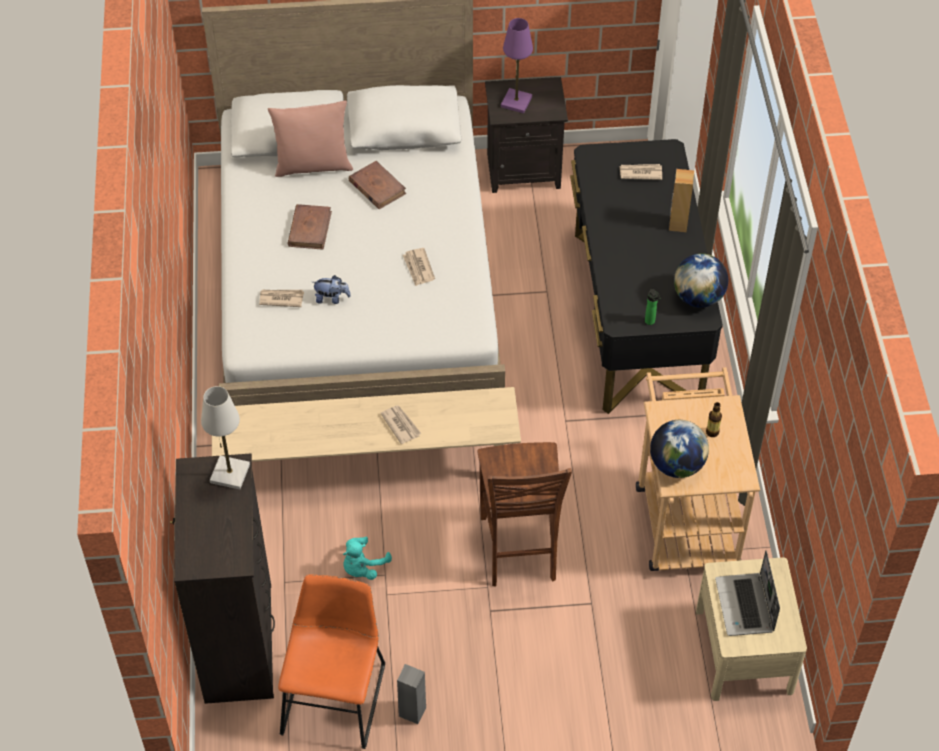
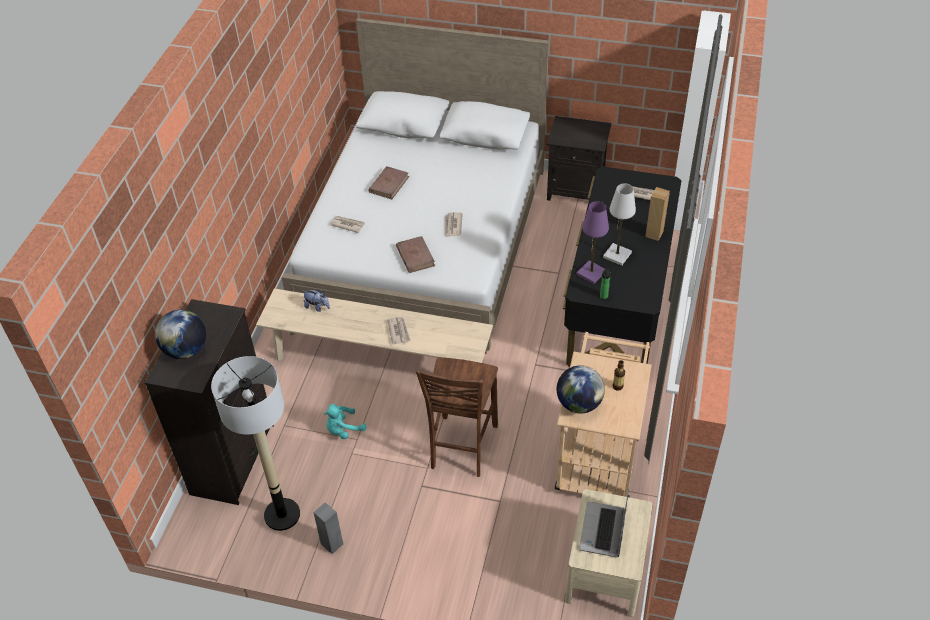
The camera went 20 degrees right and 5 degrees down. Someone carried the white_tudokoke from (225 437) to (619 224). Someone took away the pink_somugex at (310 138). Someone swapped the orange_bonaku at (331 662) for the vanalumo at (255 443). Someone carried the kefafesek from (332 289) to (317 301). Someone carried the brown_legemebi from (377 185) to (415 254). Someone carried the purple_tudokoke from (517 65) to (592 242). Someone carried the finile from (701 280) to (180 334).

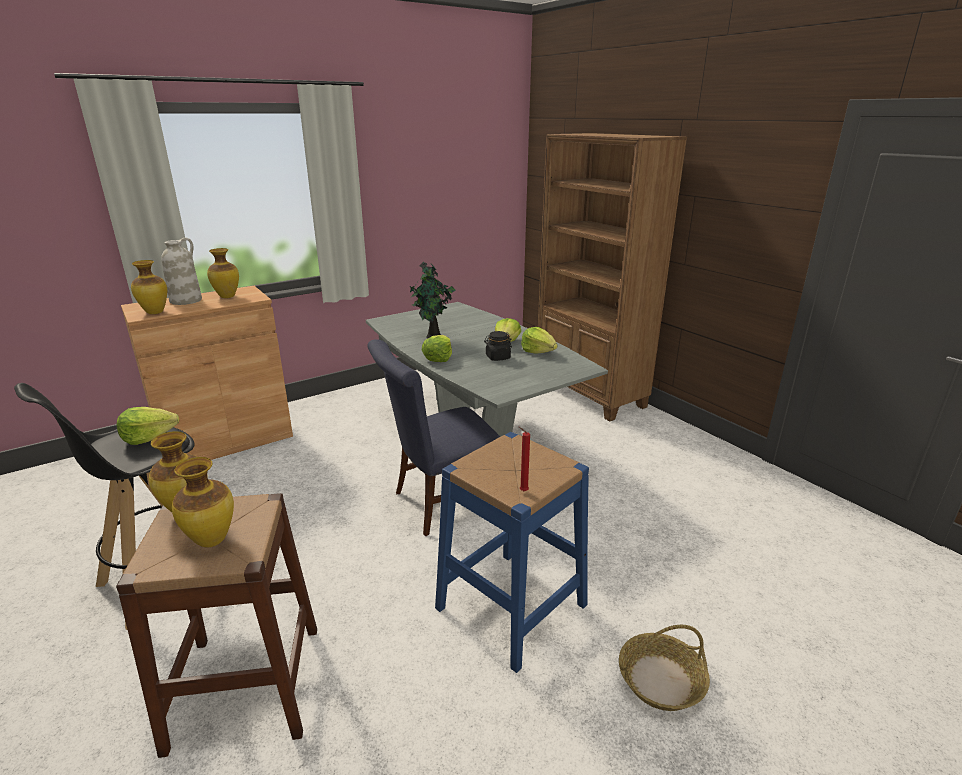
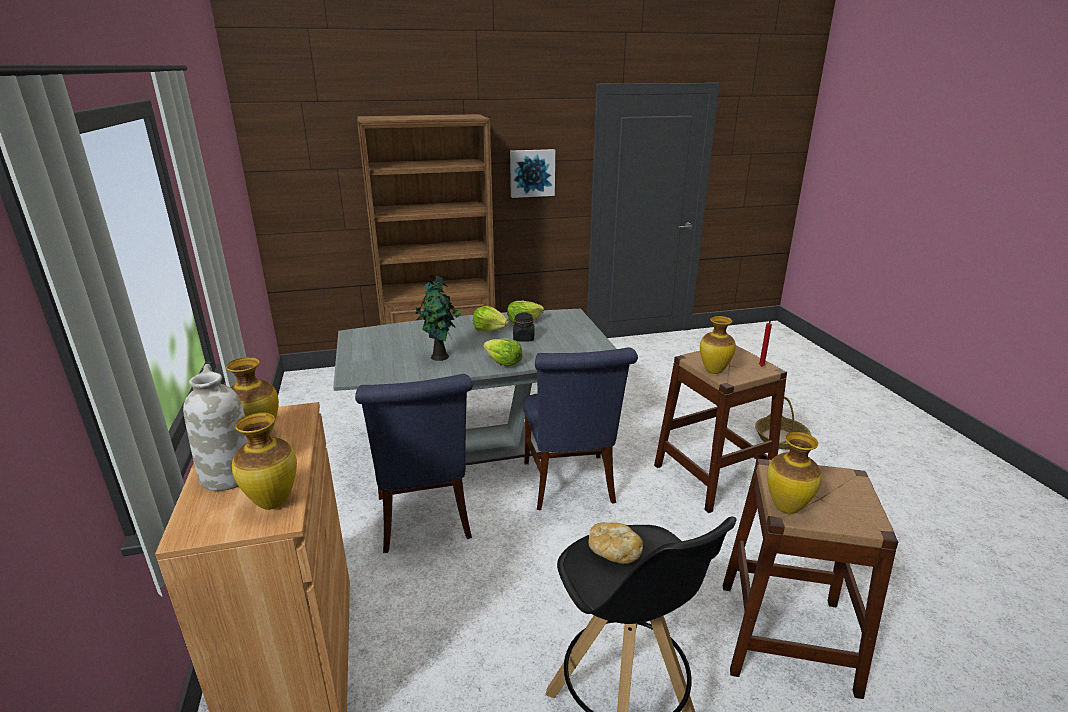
The camera went 70 degrees left and 0 degrees up. Someone swapped the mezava at (148 426) for the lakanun at (615 543). Someone carried the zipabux from (203 502) to (718 345). Someone repainted the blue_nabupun at (512 552), which became the brown_nabupun at (720 429). Someone put down the blue_bonaku at (414 463). Someone put up the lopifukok at (532 173).

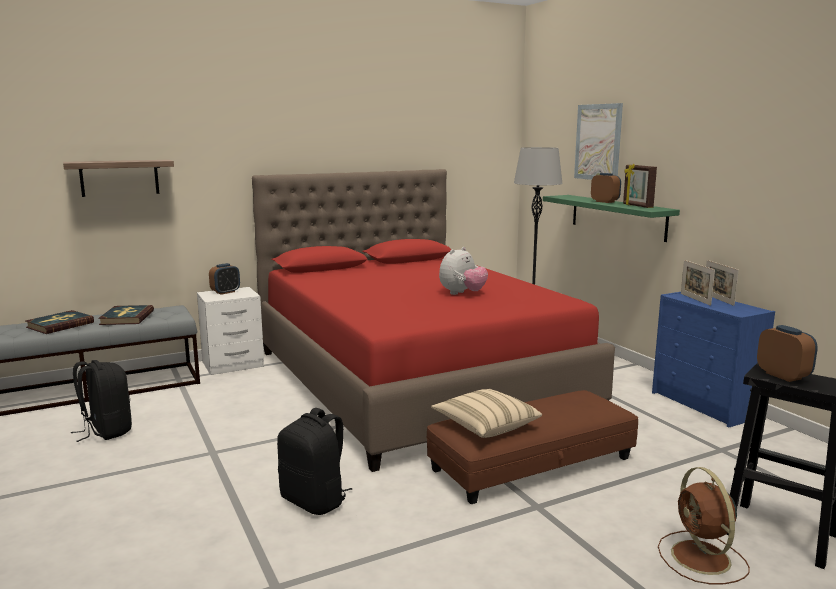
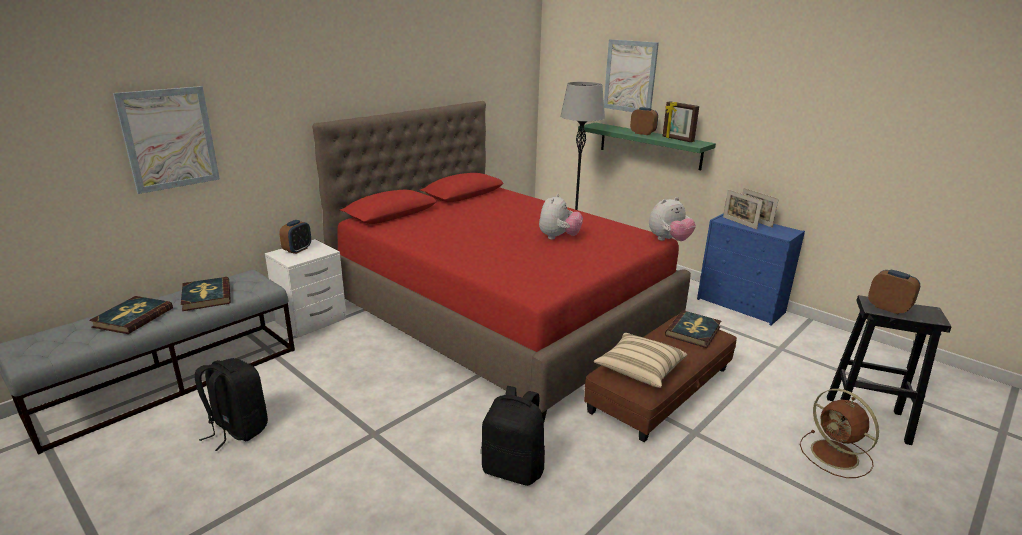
The camera went 20 degrees left and 10 degrees up. Someone swapped the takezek at (118 178) for the lopifukok at (166 140). Someone put down the kefafesek at (672 219). Someone put down the legemebi at (693 329).

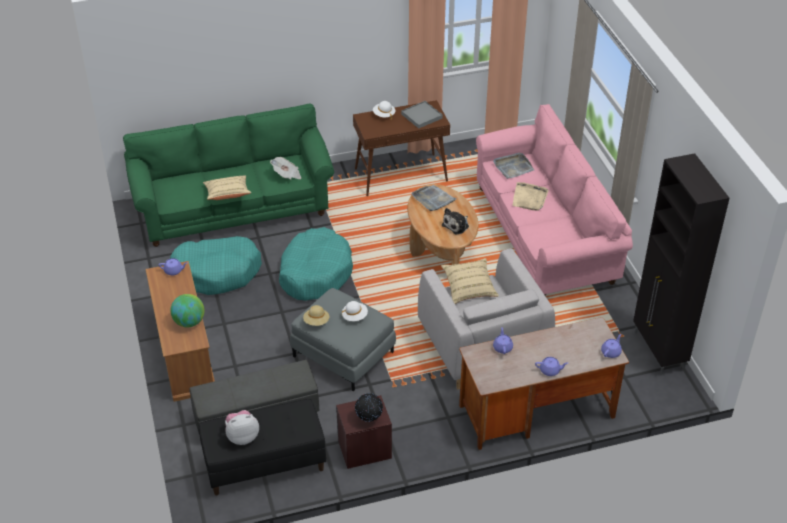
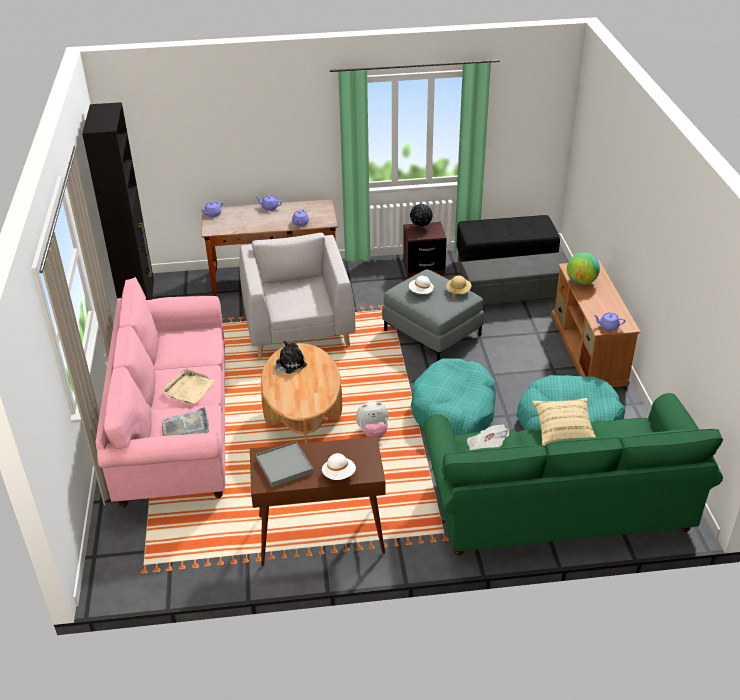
The camera went 170 degrees left and 5 degrees down. Someone carried the kefafesek from (242 427) to (372 420). Someone took away the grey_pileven at (434 198). Someone took away the beige_somugex at (470 281).

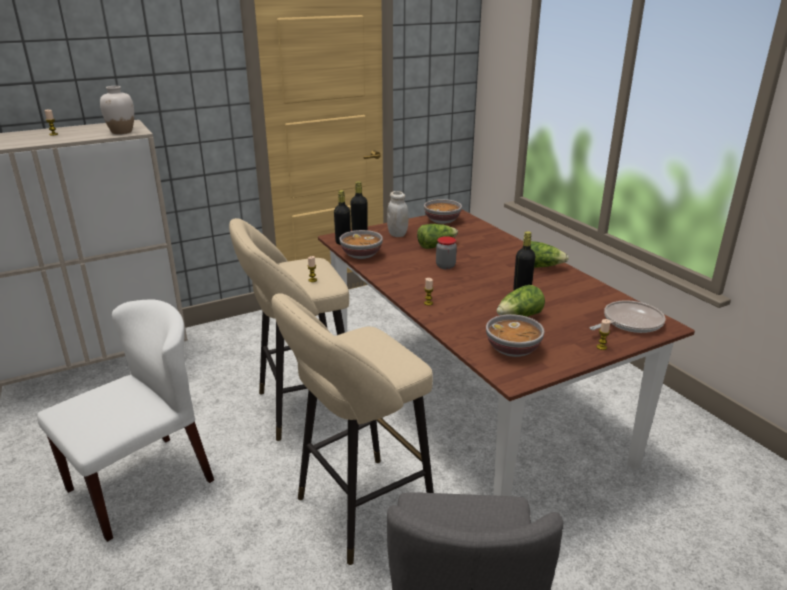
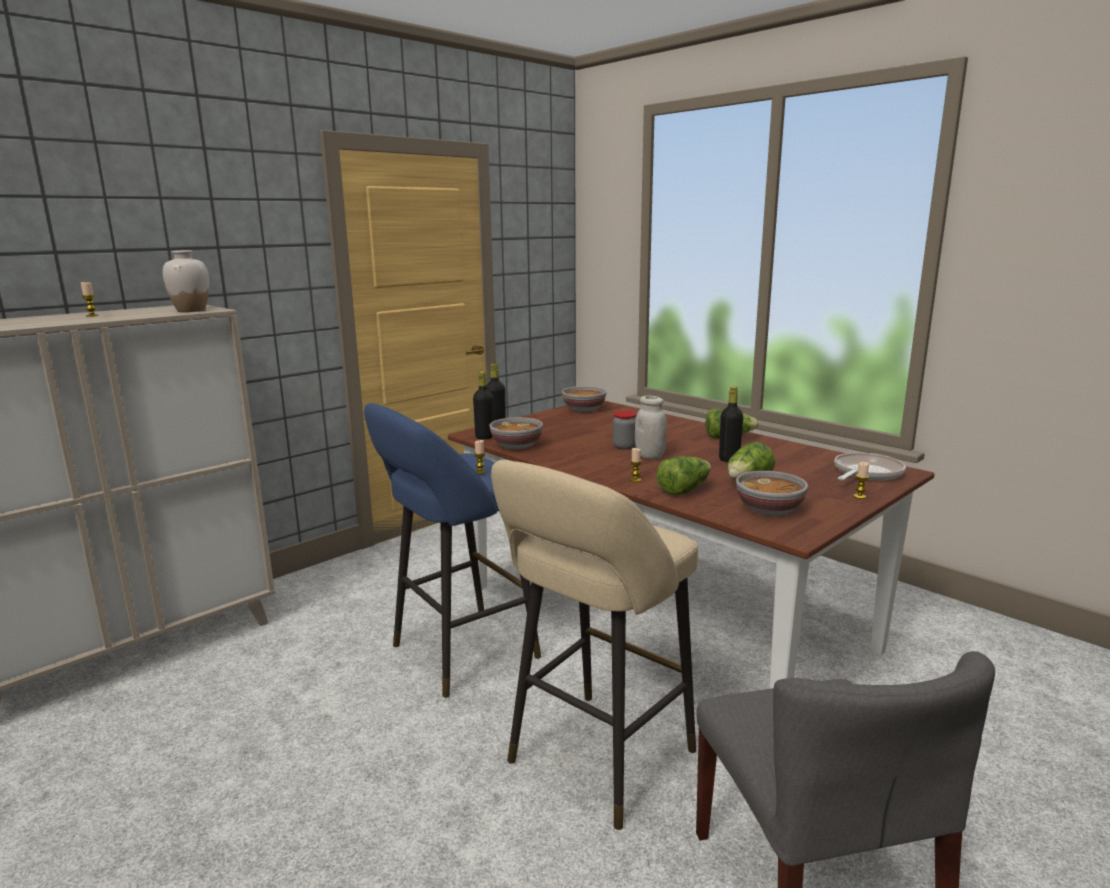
The camera went 15 degrees left and 10 degrees down. Someone took away the white_bonaku at (125 420). Someone repainted the beige_nabupun at (289 329), which became the blue_nabupun at (452 550). Someone carried the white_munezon from (398 214) to (651 427). Someone carried the mezava from (437 236) to (683 476).

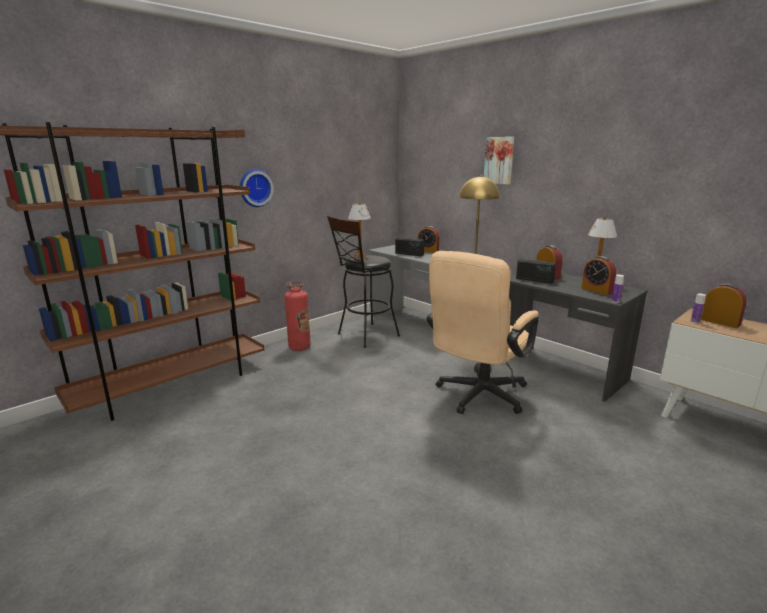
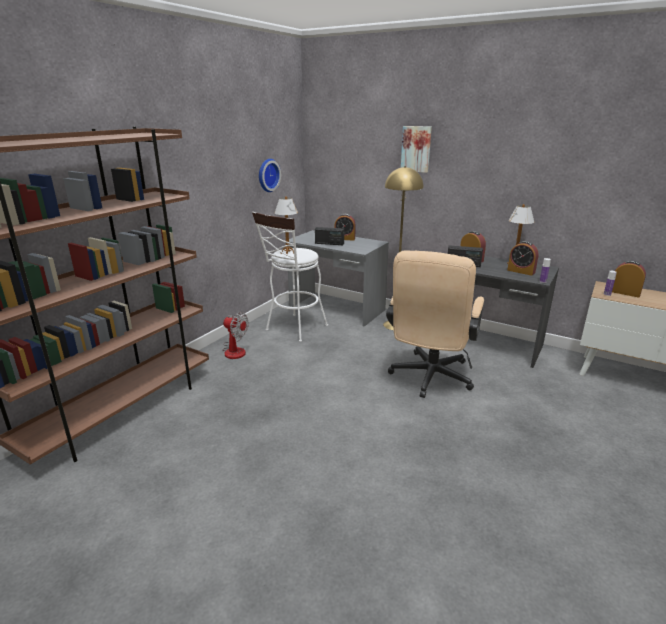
The camera went 15 degrees left and 5 degrees up. Someone carried the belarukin from (257 188) to (270 175). Someone swapped the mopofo at (297 316) for the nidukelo at (235 335). Someone repainted the black_nabupun at (363 282), which became the white_nabupun at (290 277).

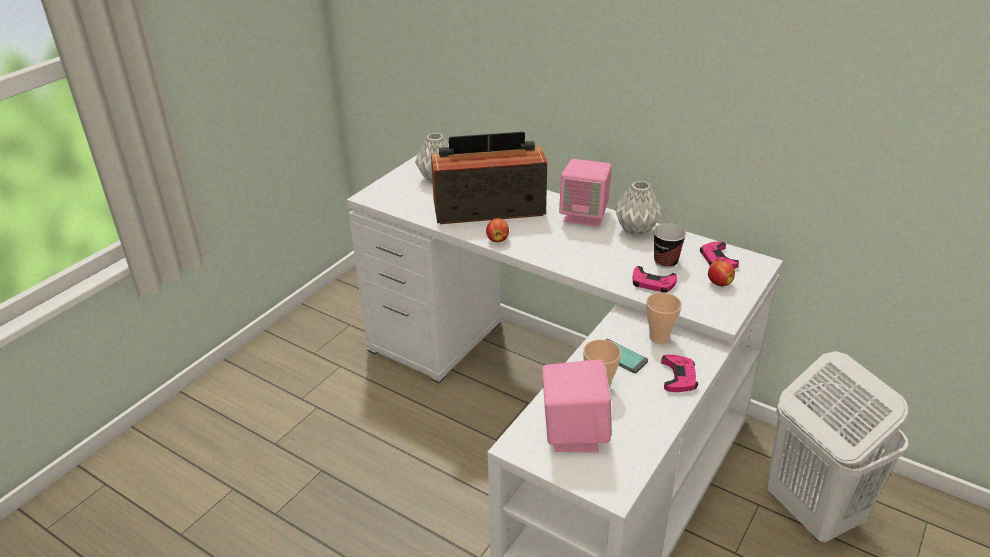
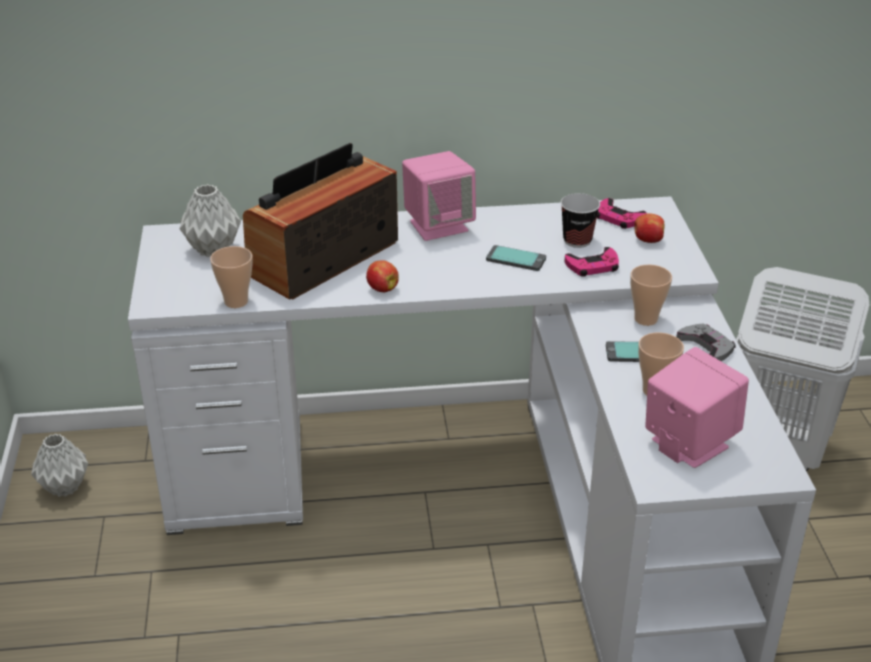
The camera went 40 degrees left and 0 degrees up. Someone carried the grey_zipabux from (638 209) to (59 465). Someone repainted the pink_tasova at (679 373), which became the grey_tasova at (705 342). Someone put down the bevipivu at (231 277). Someone put down the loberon at (516 258).

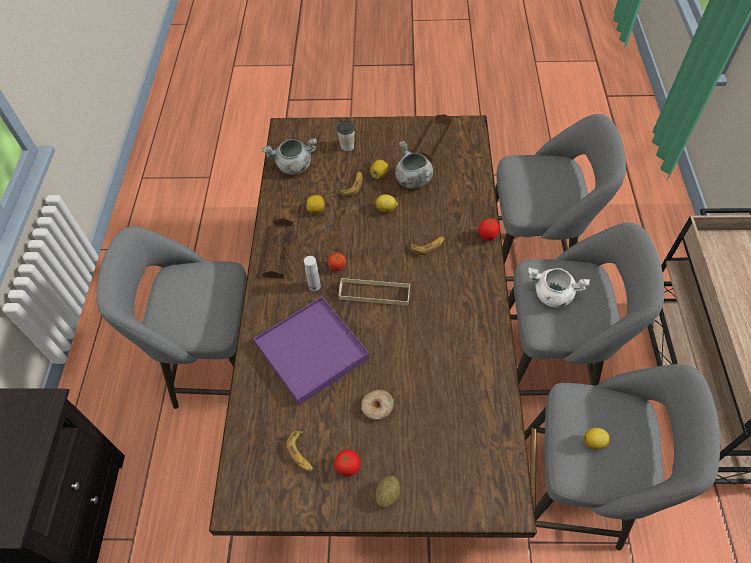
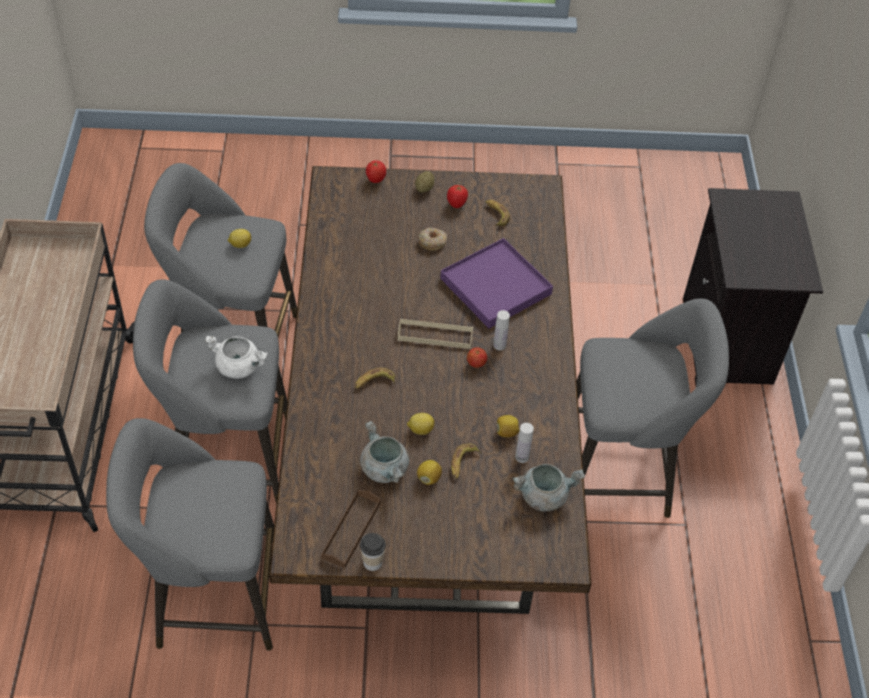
The camera went 175 degrees right and 5 degrees down. Someone took away the brown_pileven at (278 248). Someone carried the bevipivu from (346 135) to (373 552). Someone carried the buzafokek from (489 229) to (376 171). Someone put down the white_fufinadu at (524 443).

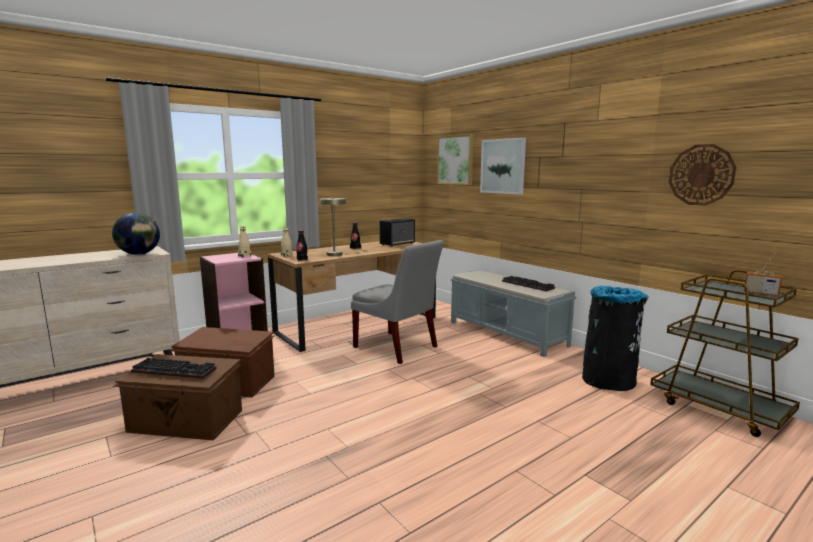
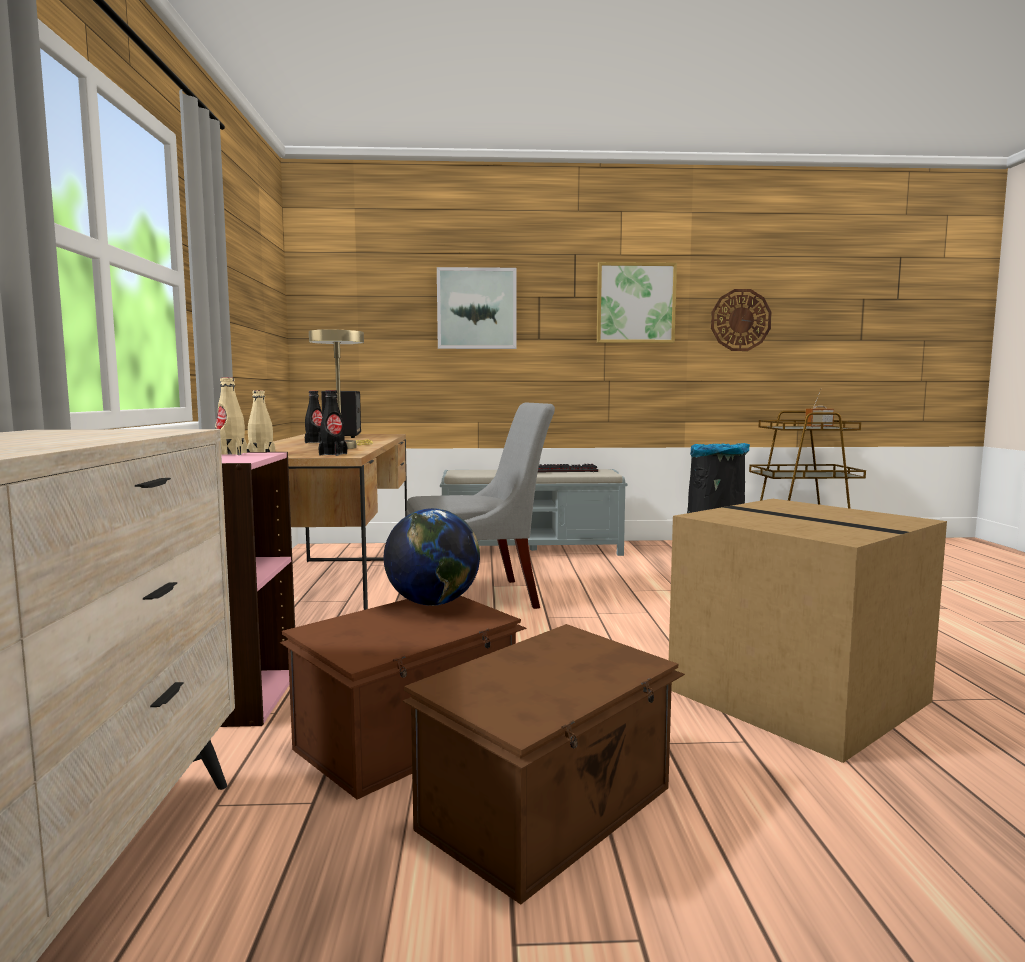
The camera went 55 degrees left and 5 degrees down. Someone carried the finile from (136 234) to (432 557). Someone took away the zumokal at (174 368). Someone carried the lopifukok from (455 159) to (637 302). Someone put down the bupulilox at (808 631).

